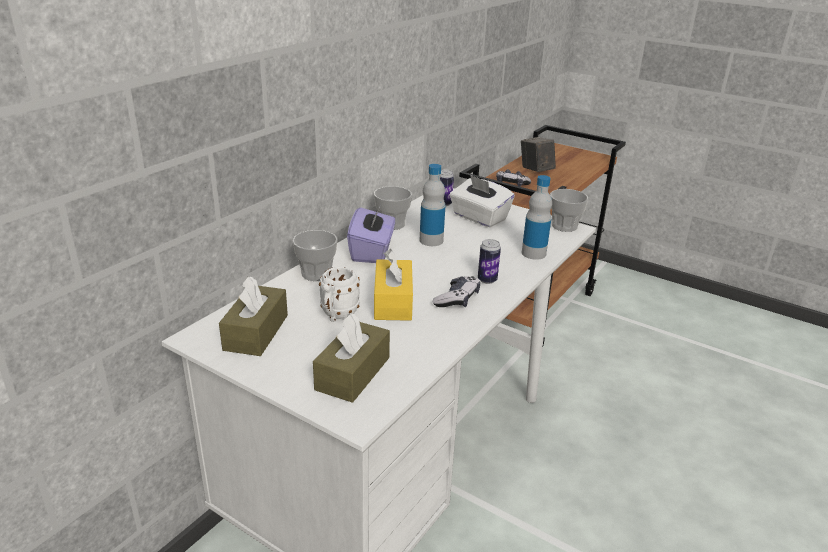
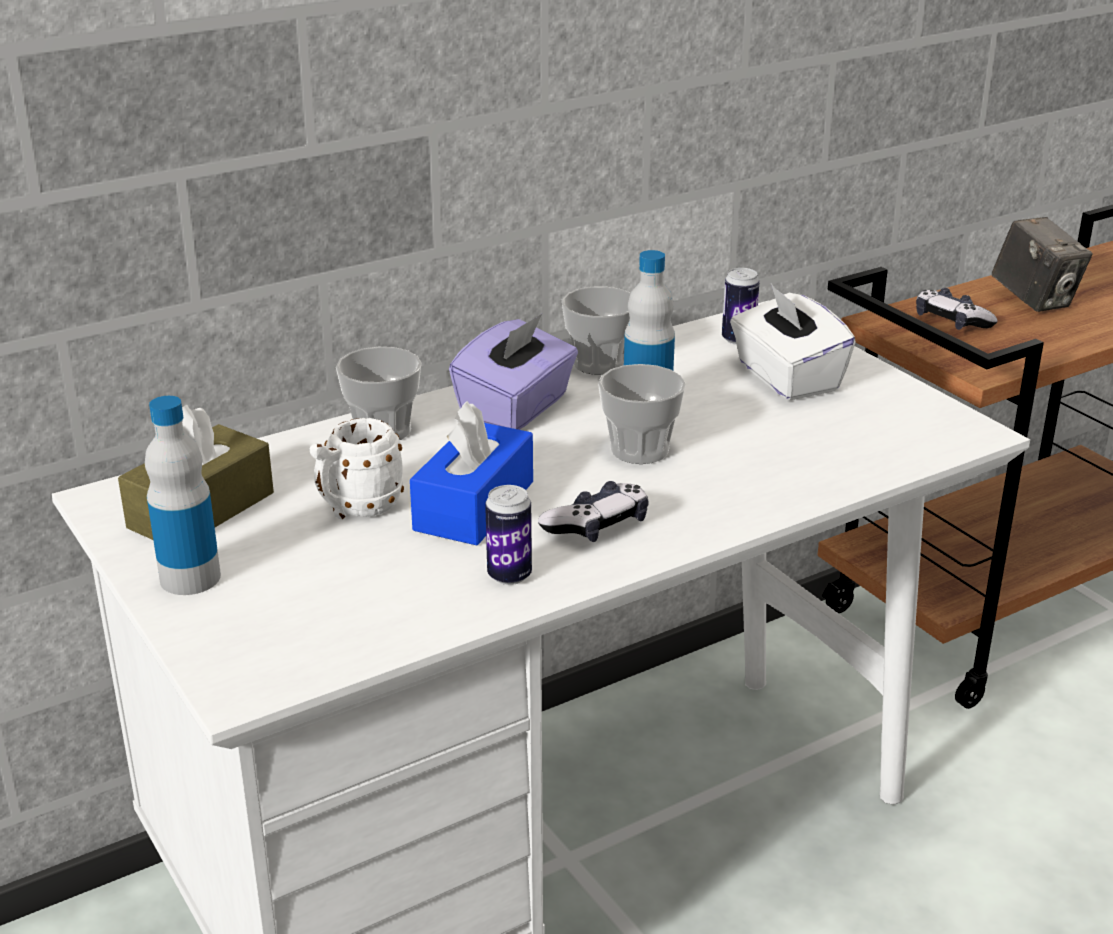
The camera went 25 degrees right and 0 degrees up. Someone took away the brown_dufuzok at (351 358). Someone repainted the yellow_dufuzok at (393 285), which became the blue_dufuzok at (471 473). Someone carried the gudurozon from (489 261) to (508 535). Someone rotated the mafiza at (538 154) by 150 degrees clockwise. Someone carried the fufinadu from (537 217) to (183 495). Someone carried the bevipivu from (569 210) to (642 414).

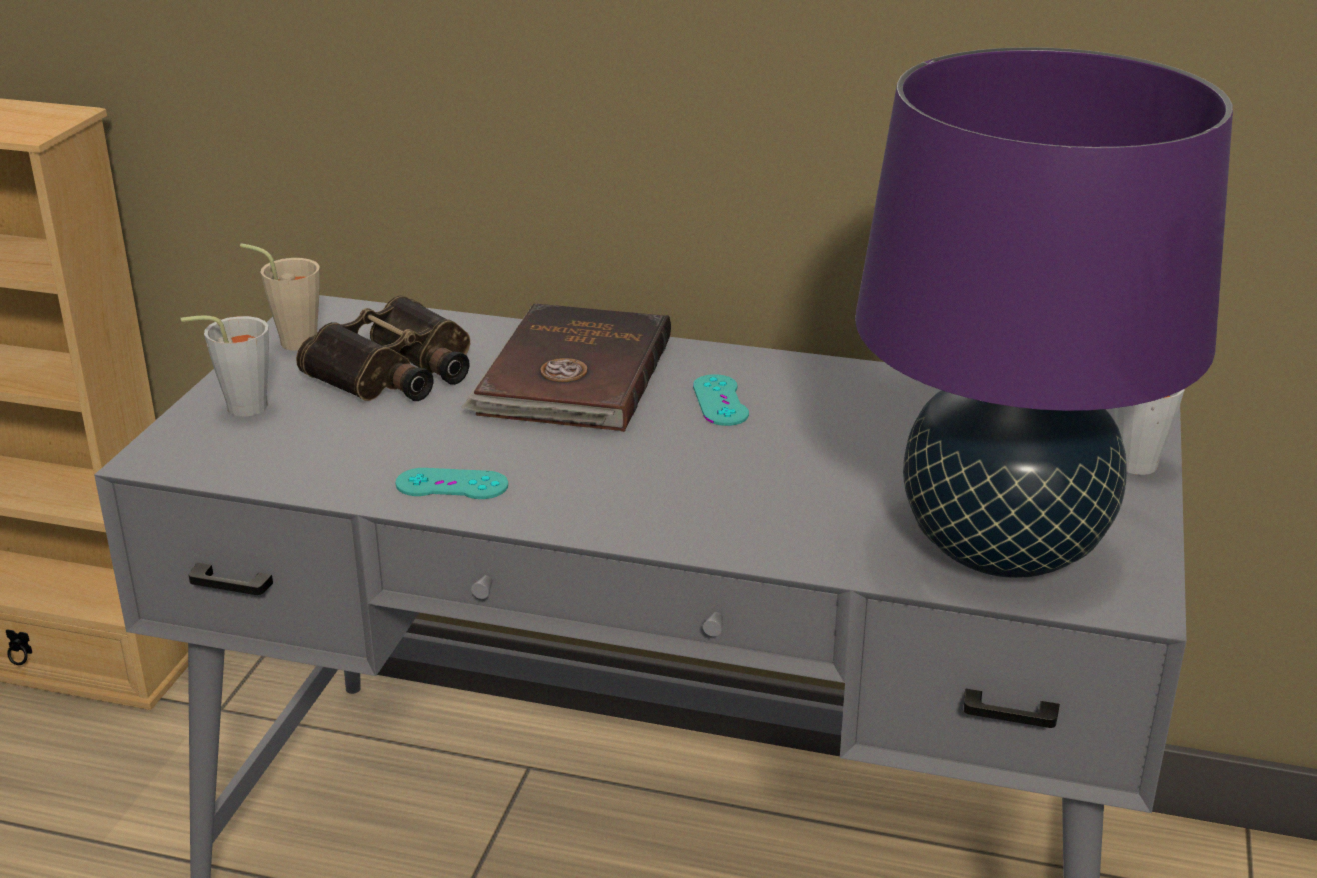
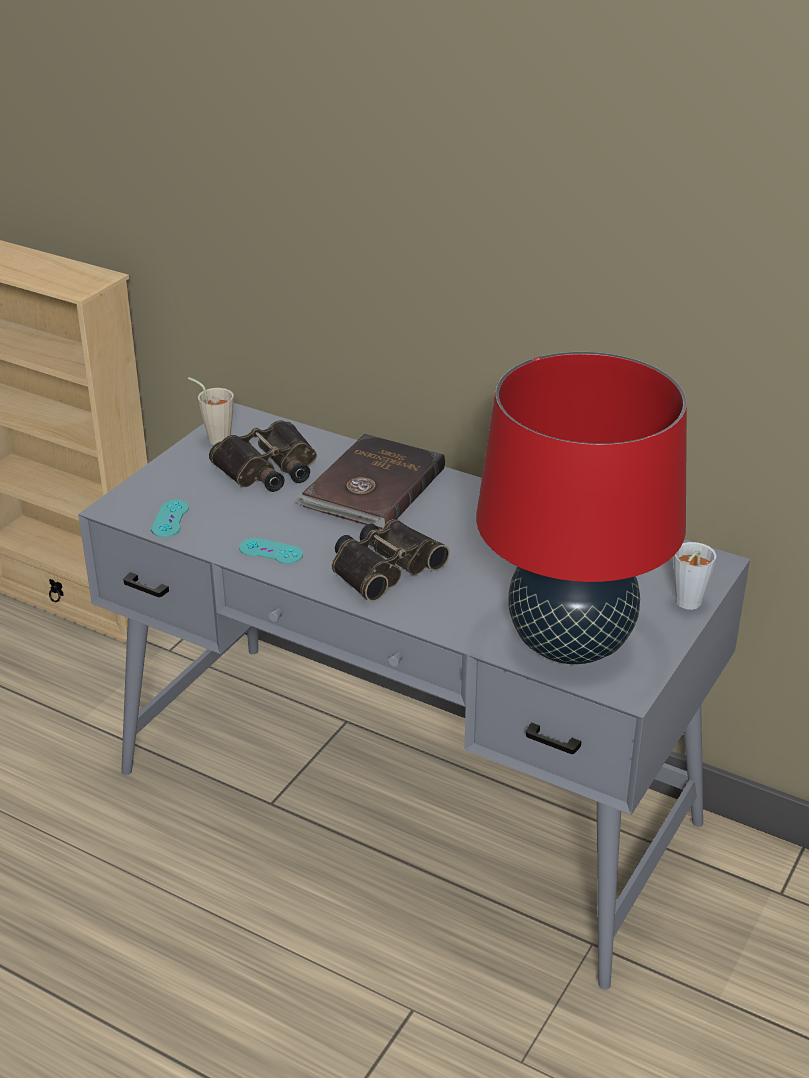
The camera went 15 degrees right and 5 degrees up. Someone took away the grey_bevipivu at (225 366). Someone carried the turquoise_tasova from (721 400) to (170 518). Someone repainted the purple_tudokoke at (1044 312), which became the red_tudokoke at (581 508). Someone put down the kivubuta at (391 560).

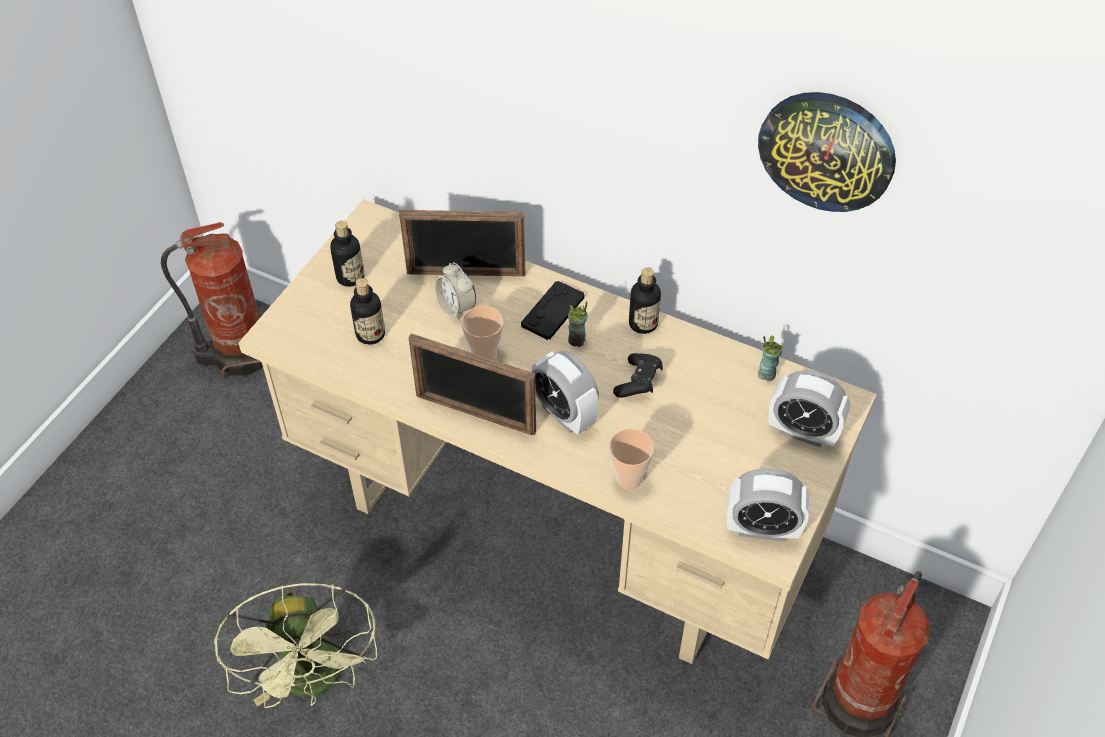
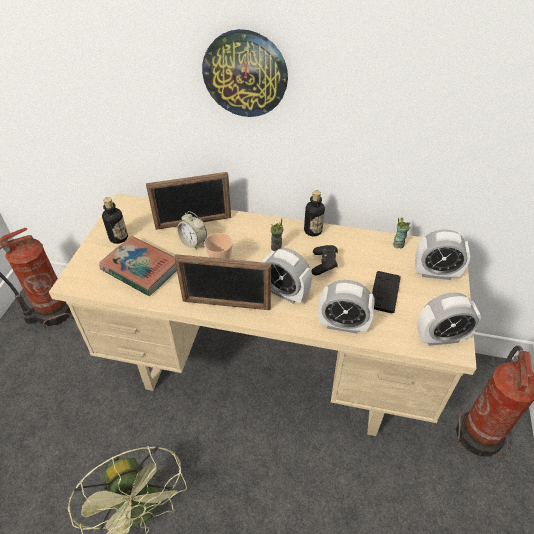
The camera went 15 degrees left and 5 degrees down. Someone swapped the fufinadu at (367 311) for the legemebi at (138 266). Someone carried the black_tasova from (553 310) to (386 292). Someone swapped the bevipivu at (631 459) for the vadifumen at (346 307). Someone carried the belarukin from (827 152) to (245 73).

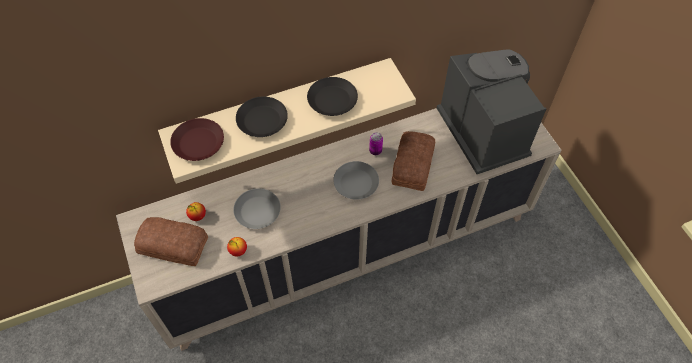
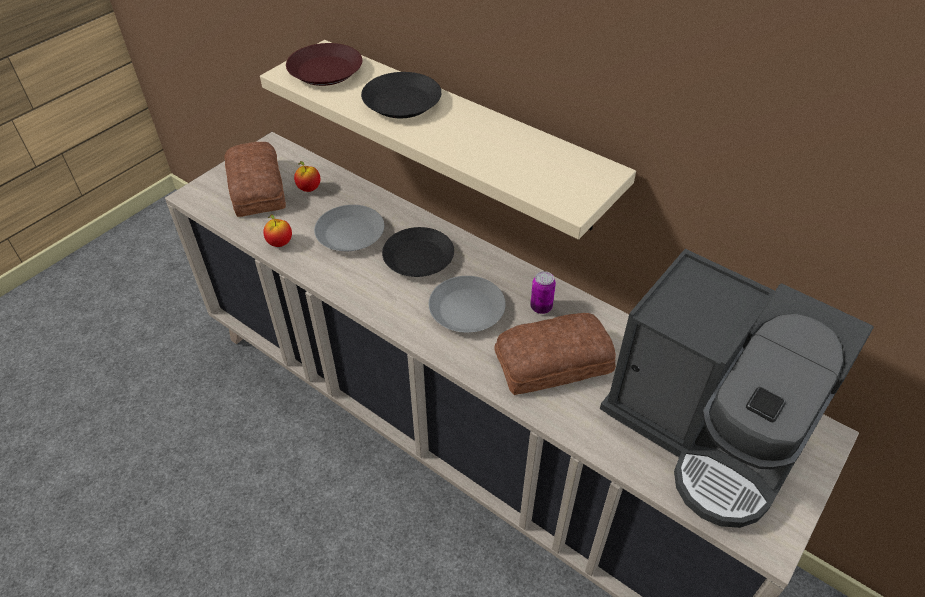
The camera went 60 degrees right and 10 degrees down. Someone carried the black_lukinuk from (332 96) to (418 252). Someone rotated the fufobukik at (491 111) by 90 degrees clockwise.

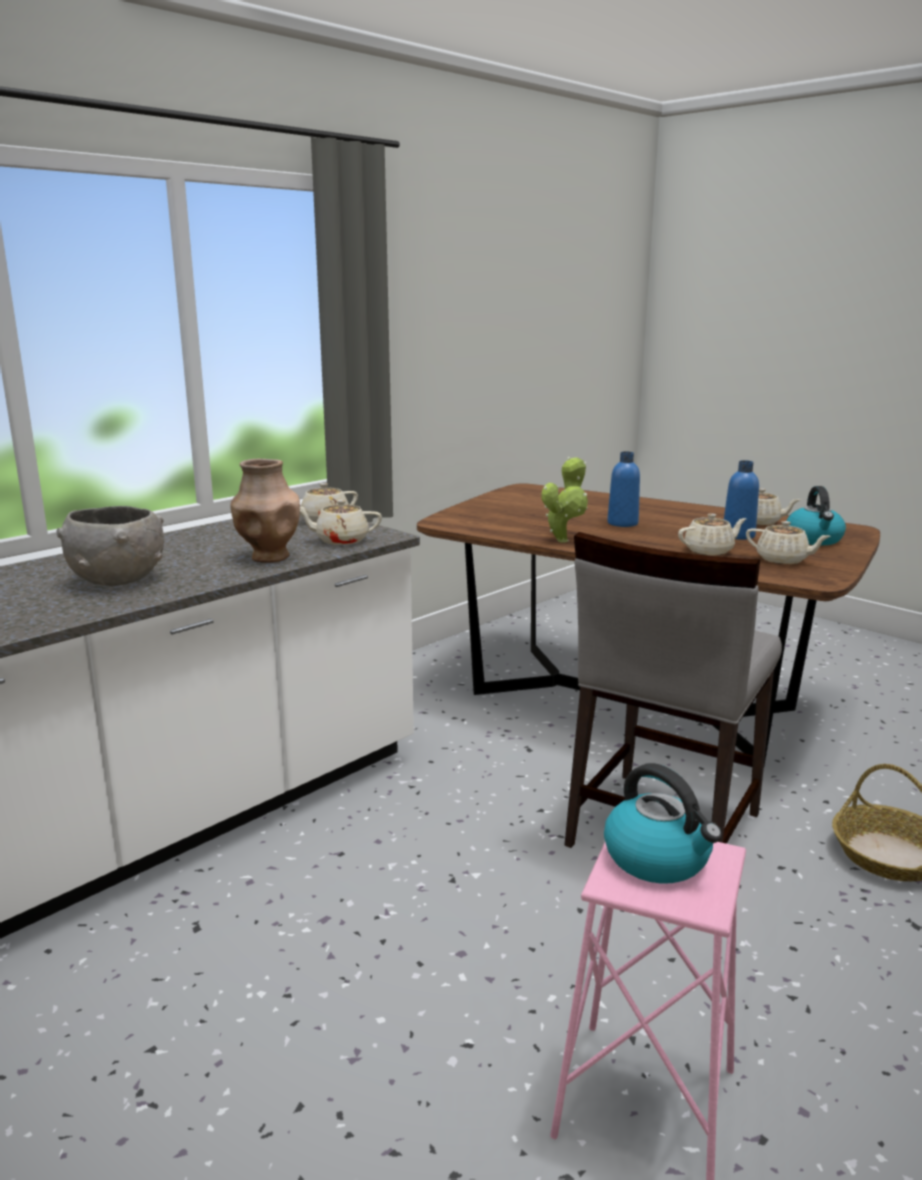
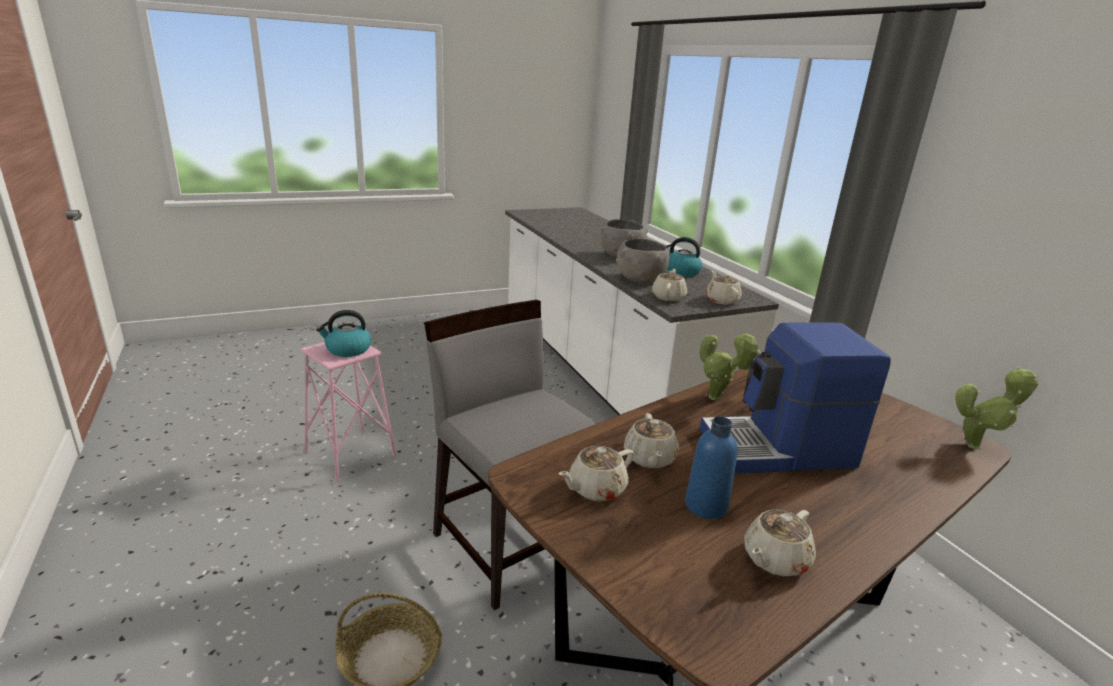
The camera went 110 degrees right and 5 degrees up. Someone swapped the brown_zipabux at (265 511) for the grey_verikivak at (643 260). Someone swapped the blue_fufinadu at (623 489) for the fufobukik at (795 398). Someone carried the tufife from (816 515) to (684 257). Someone put down the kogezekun at (996 407).

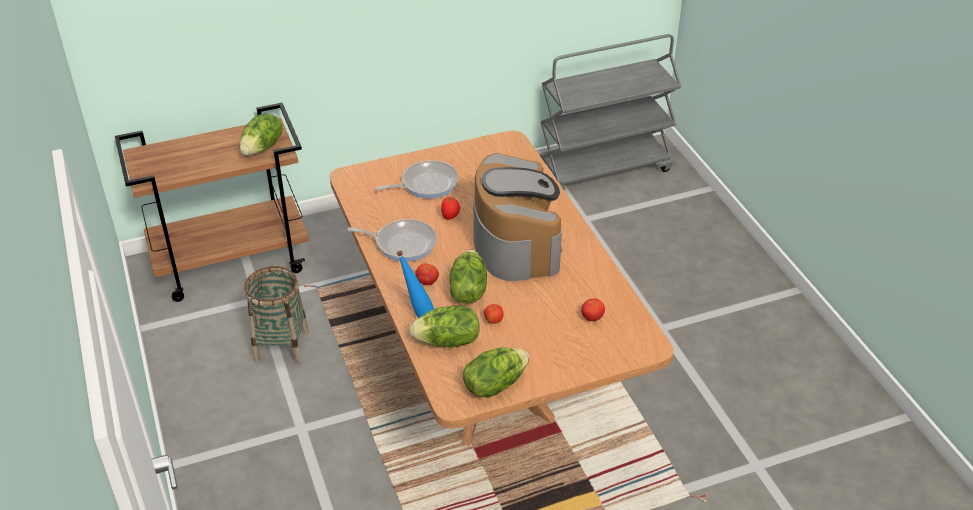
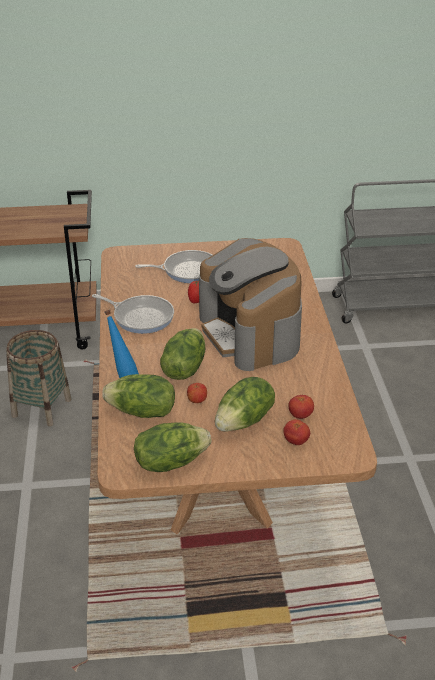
The camera went 15 degrees right and 5 degrees down. Someone carried the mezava from (261 134) to (245 404). Someone carried the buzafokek from (427 274) to (296 432). Someone rotated the fufobukik at (517 217) by 150 degrees clockwise.

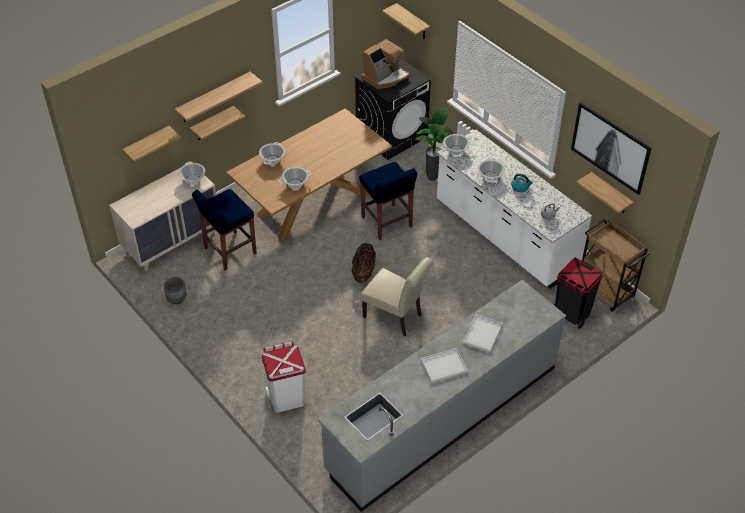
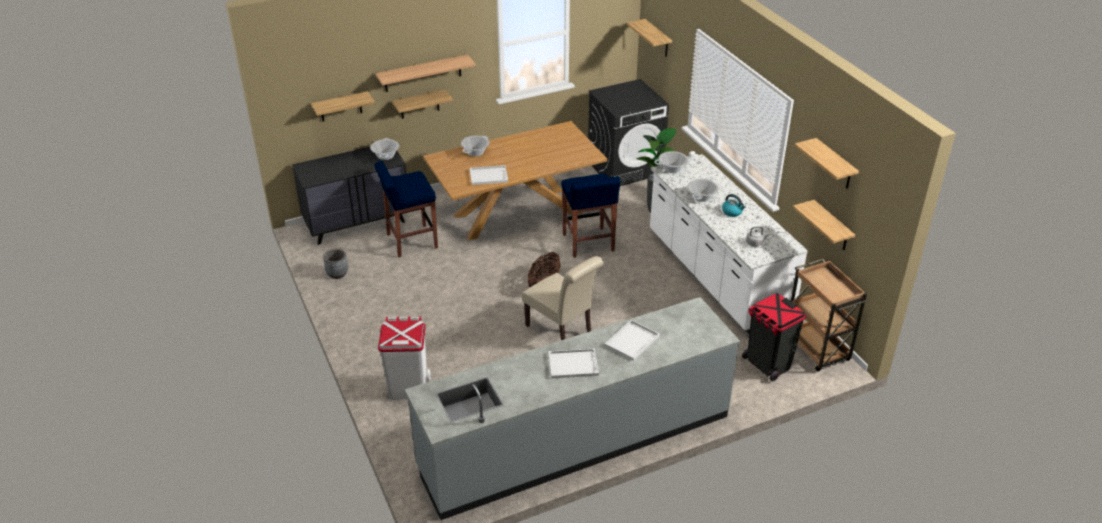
The camera went 15 degrees right and 10 degrees down. Someone repainted the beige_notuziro at (162 219), which became the black_notuziro at (349 196). Someone swapped the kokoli at (295 178) for the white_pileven at (489 175). Someone took away the fufobukik at (386 64). Someone swapped the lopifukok at (611 148) for the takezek at (826 163).

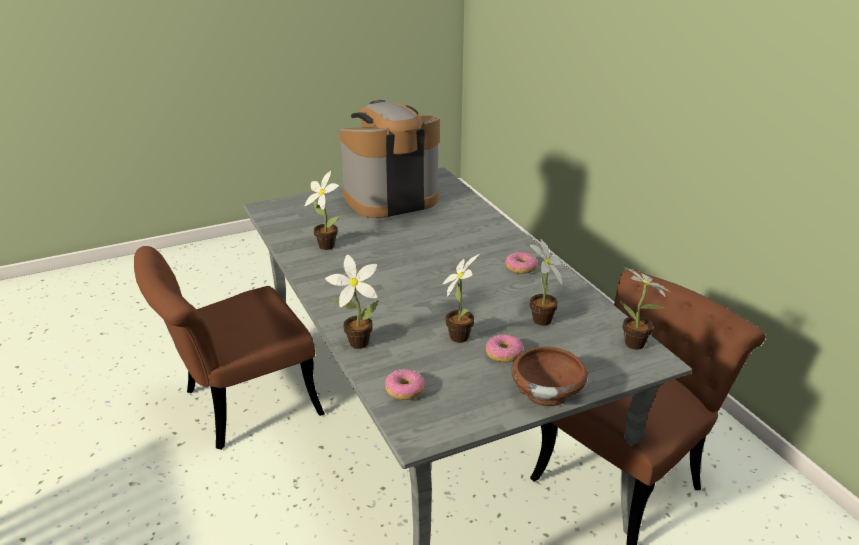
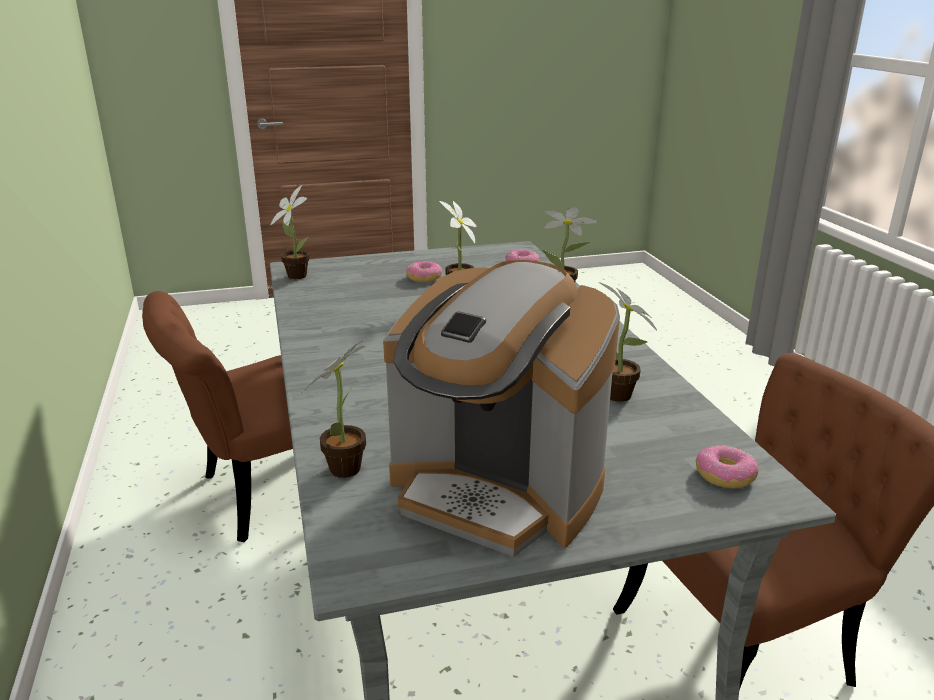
The camera went 170 degrees left and 5 degrees down. Someone rotated the fufobukik at (389 159) by 45 degrees clockwise. Someone carried the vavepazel from (521 263) to (727 466). Someone took away the brown_verikivak at (550 377). Someone carried the kogezekun from (546 282) to (334 408).

